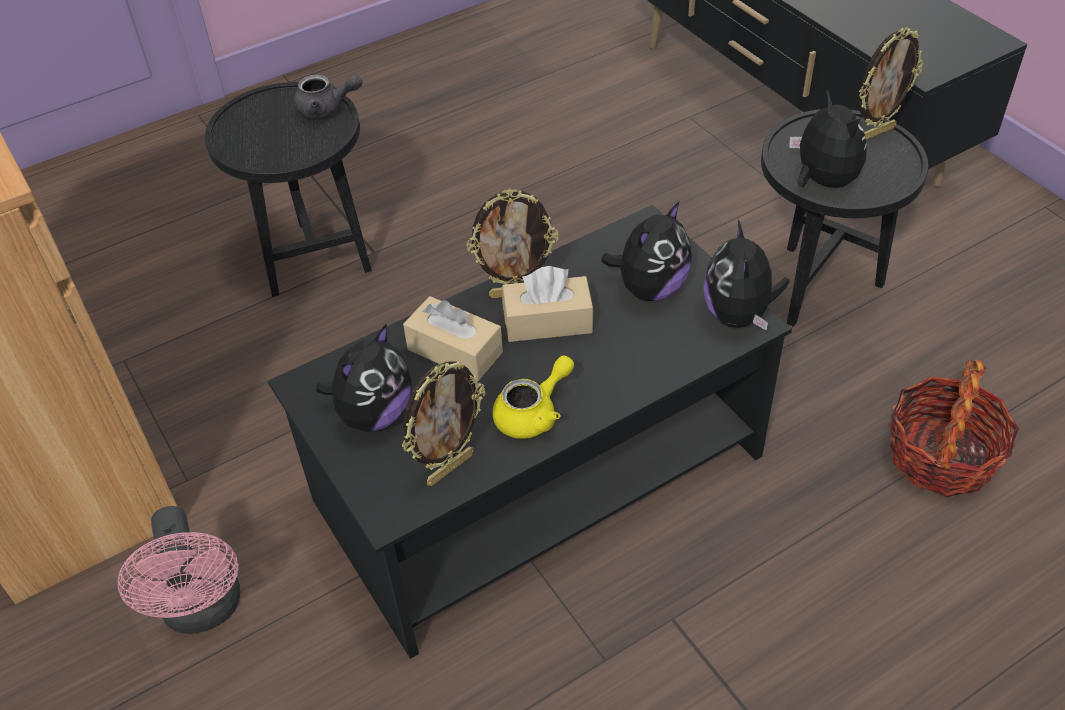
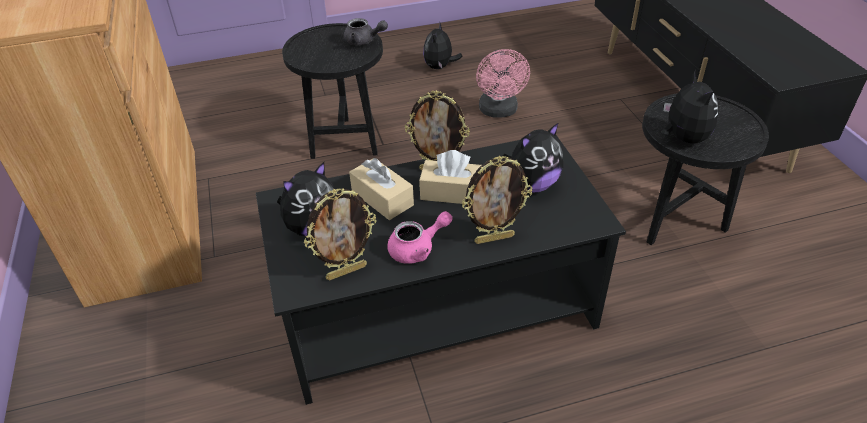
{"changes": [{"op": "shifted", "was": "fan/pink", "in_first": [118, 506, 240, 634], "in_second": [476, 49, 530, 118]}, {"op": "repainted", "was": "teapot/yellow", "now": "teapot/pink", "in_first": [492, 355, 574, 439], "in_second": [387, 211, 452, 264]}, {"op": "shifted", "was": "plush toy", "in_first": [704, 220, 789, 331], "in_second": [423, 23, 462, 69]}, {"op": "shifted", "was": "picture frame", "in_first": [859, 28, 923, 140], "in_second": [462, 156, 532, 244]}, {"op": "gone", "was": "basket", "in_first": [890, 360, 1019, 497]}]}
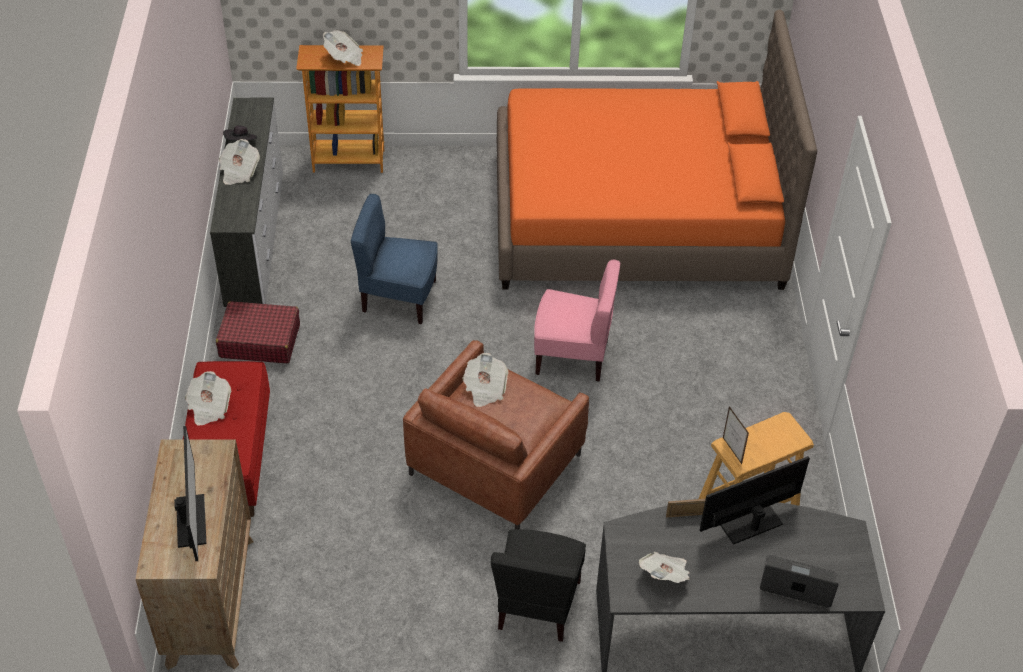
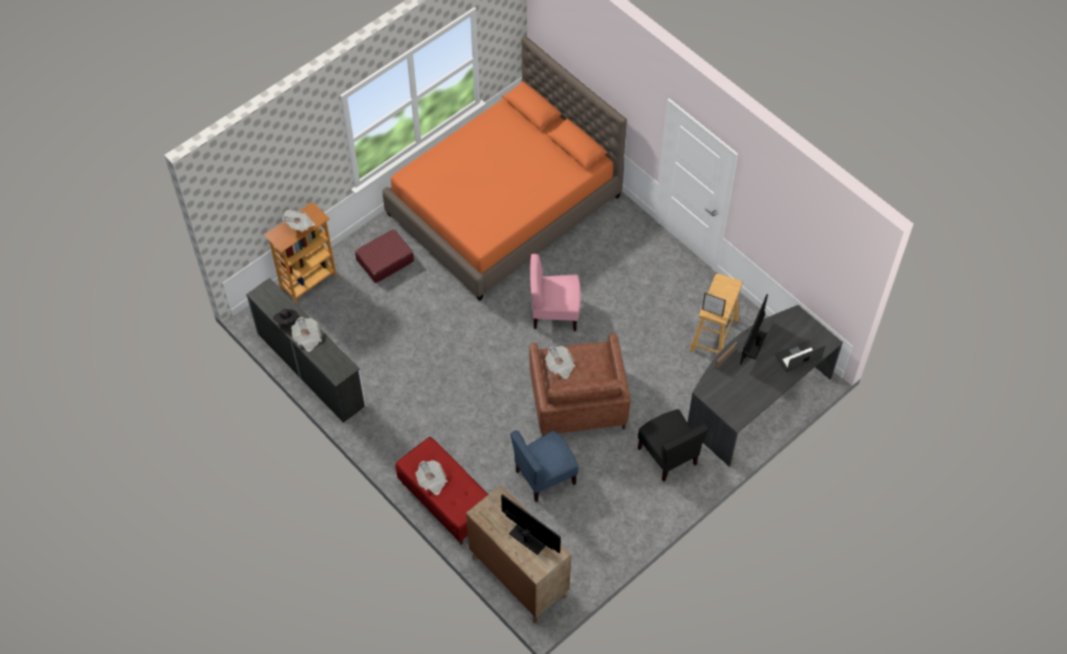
{"changes": [{"op": "shifted", "was": "suitcase/red", "in_first": [216, 301, 300, 363], "in_second": [355, 229, 414, 283]}, {"op": "shifted", "was": "chair/blue", "in_first": [351, 194, 438, 324], "in_second": [510, 430, 578, 502]}, {"op": "rotated", "was": "chair/pink", "in_first": [534, 260, 621, 382], "in_second": [530, 254, 581, 331], "clockwise": -150}, {"op": "gone", "was": "newspaper", "in_first": [639, 552, 690, 583]}]}
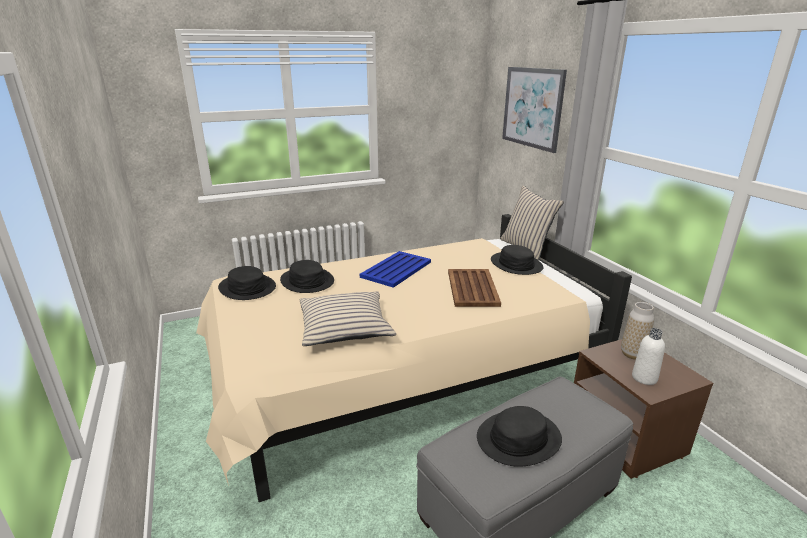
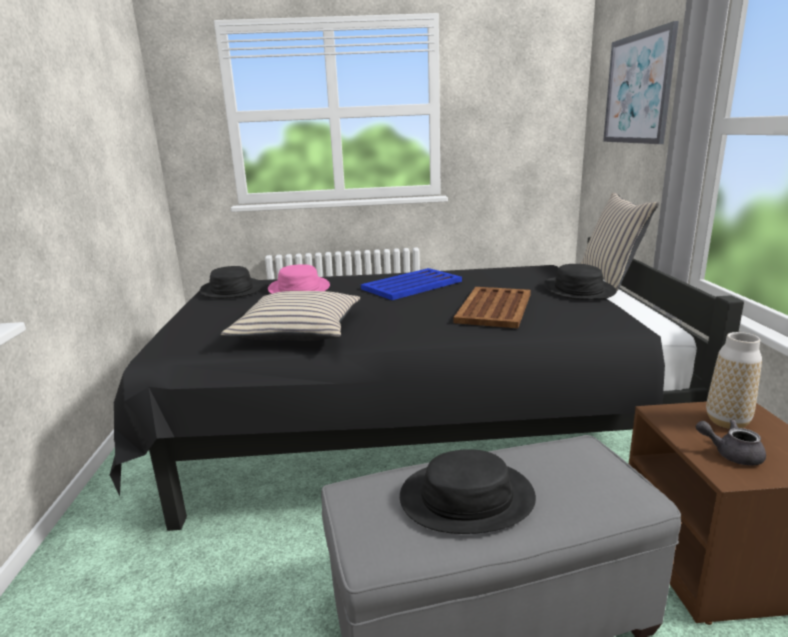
{"changes": [{"op": "repainted", "was": "bed/beige", "now": "bed/black", "in_first": [196, 214, 632, 502], "in_second": [110, 237, 744, 531]}, {"op": "repainted", "was": "hat/black", "now": "hat/pink", "in_first": [280, 260, 334, 293], "in_second": [268, 264, 330, 294]}, {"op": "swapped", "was": "bottle/white", "now": "teapot/grey", "in_first": [632, 328, 665, 385], "in_second": [696, 420, 766, 466]}]}
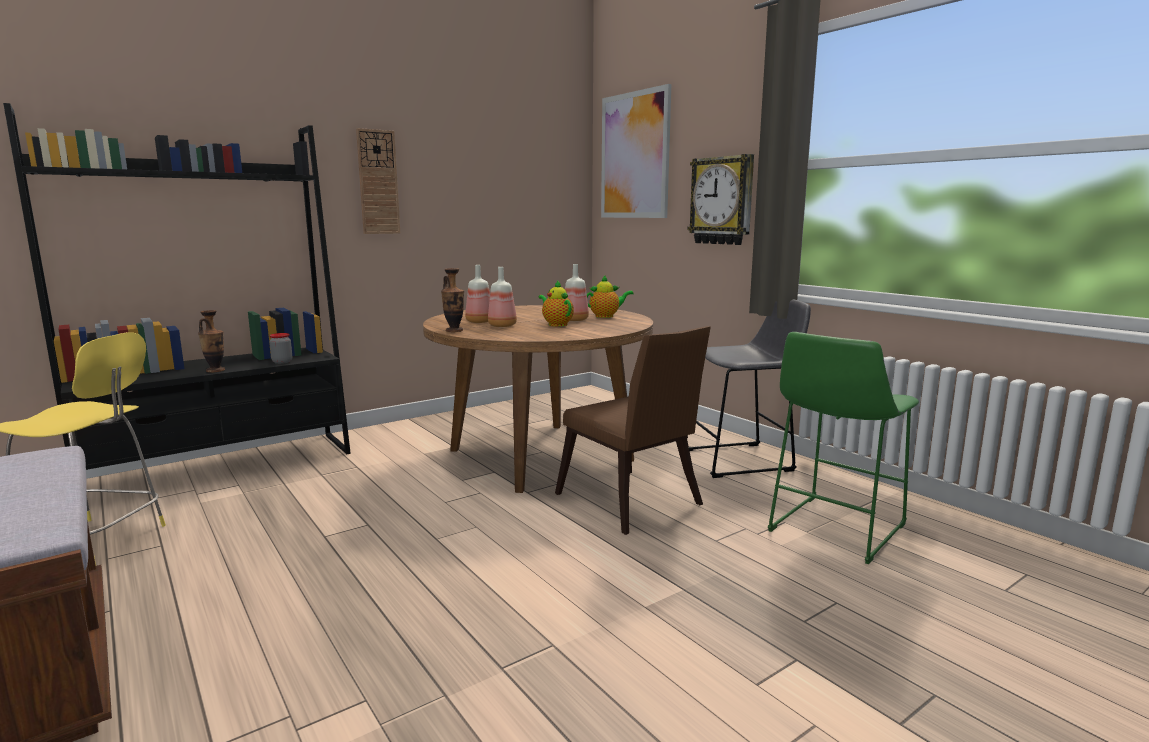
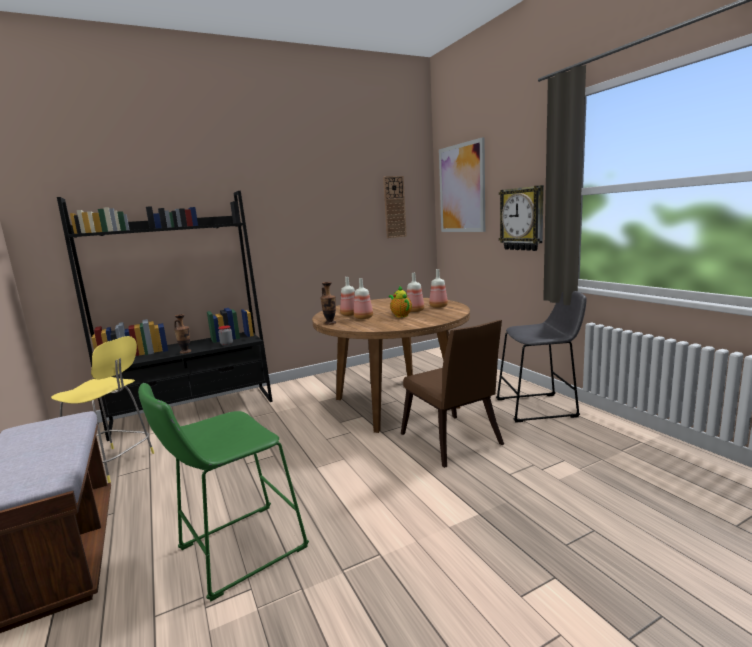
{"changes": [{"op": "shifted", "was": "wall clock", "in_first": [356, 128, 400, 234], "in_second": [383, 176, 407, 238]}, {"op": "swapped", "was": "teapot", "now": "bottle", "in_first": [587, 275, 634, 318], "in_second": [429, 269, 448, 308]}, {"op": "shifted", "was": "stool/green", "in_first": [768, 332, 919, 564], "in_second": [138, 383, 309, 601]}]}
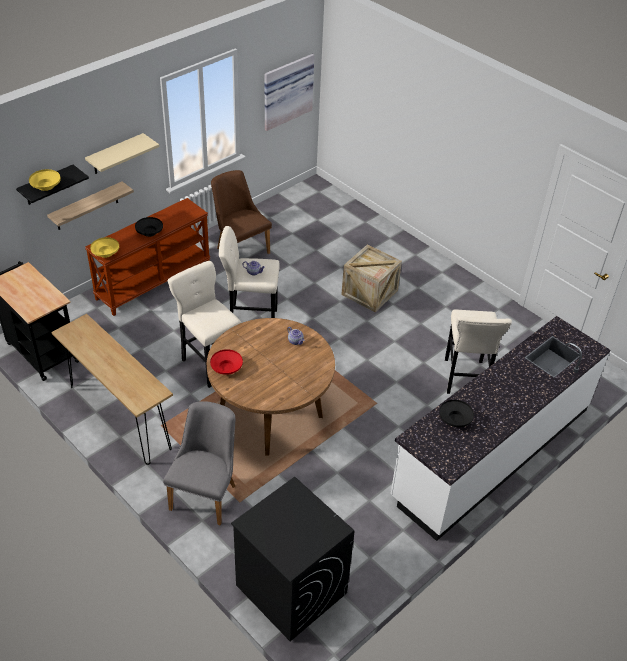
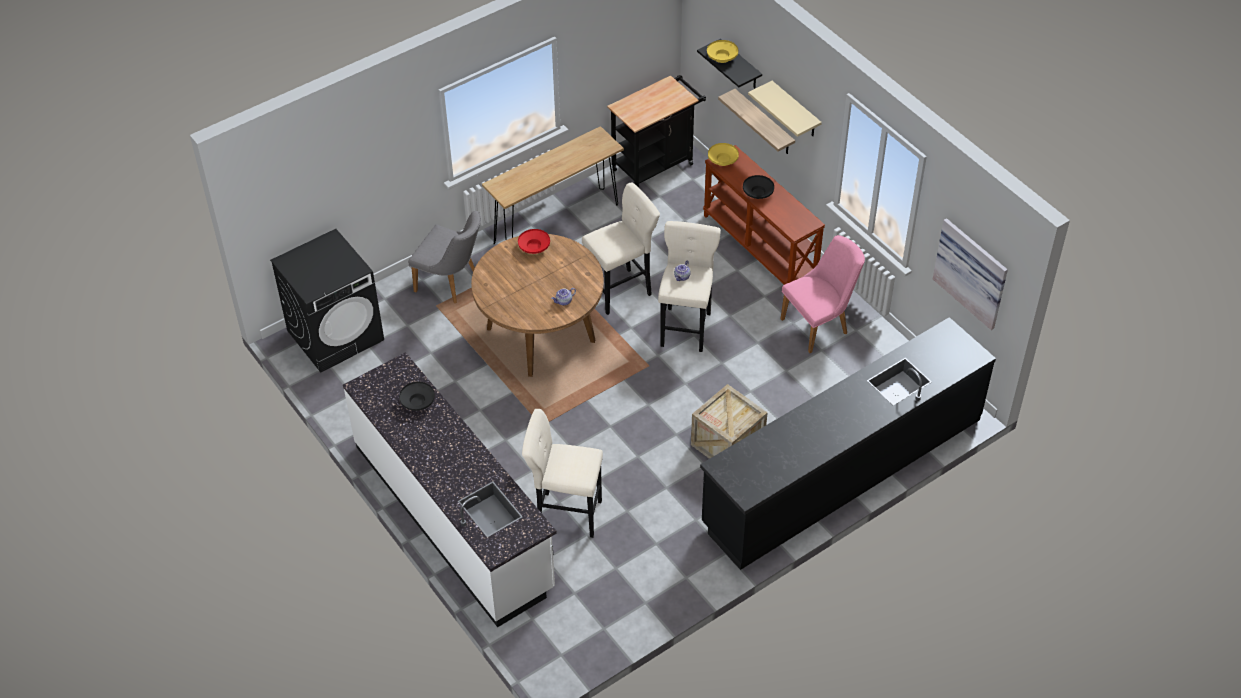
{"changes": [{"op": "repainted", "was": "chair/brown", "now": "chair/pink", "in_first": [211, 170, 272, 254], "in_second": [781, 235, 865, 353]}, {"op": "new", "now": "counter/black", "in_second": [700, 317, 996, 570]}]}
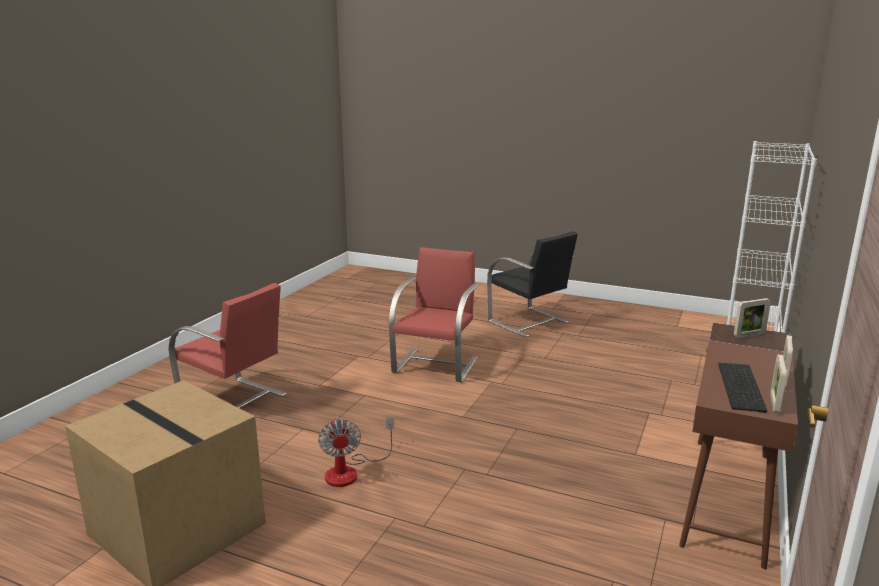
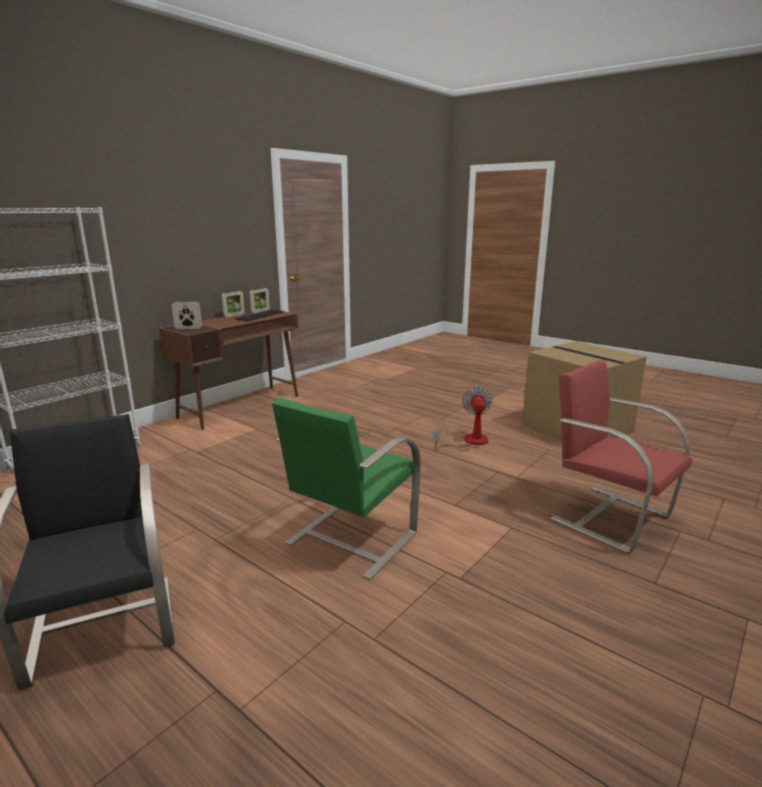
{"changes": [{"op": "repainted", "was": "chair/red", "now": "chair/green", "in_first": [389, 247, 480, 382], "in_second": [272, 398, 421, 580]}]}
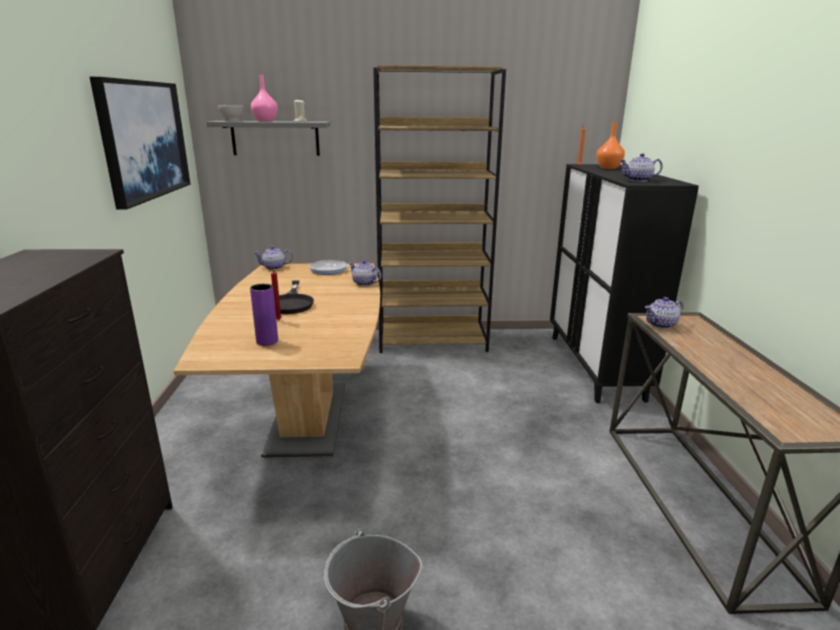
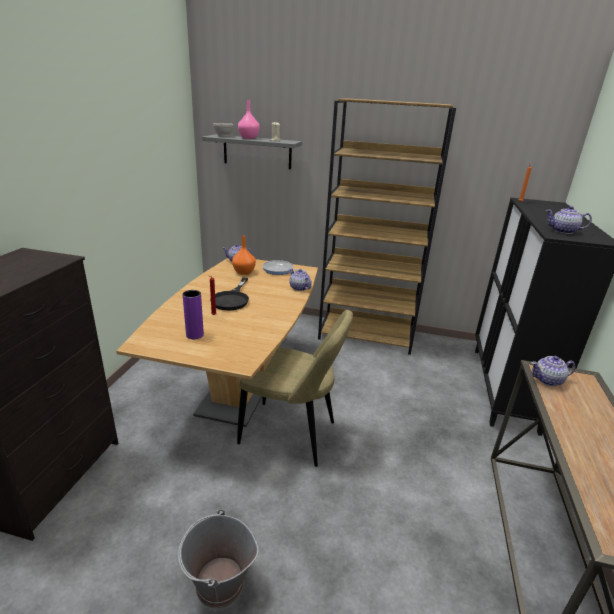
{"changes": [{"op": "gone", "was": "picture", "in_first": [90, 77, 190, 209]}, {"op": "shifted", "was": "vase/orange", "in_first": [596, 122, 625, 169], "in_second": [232, 236, 256, 275]}, {"op": "new", "now": "chair/beige", "in_second": [237, 310, 353, 467]}]}
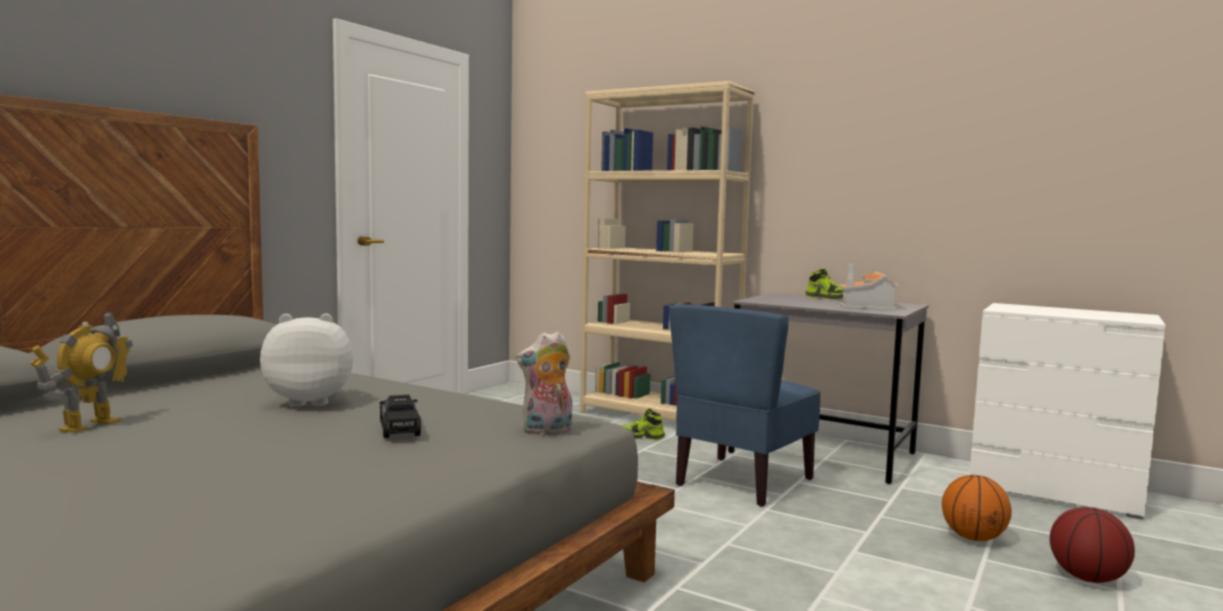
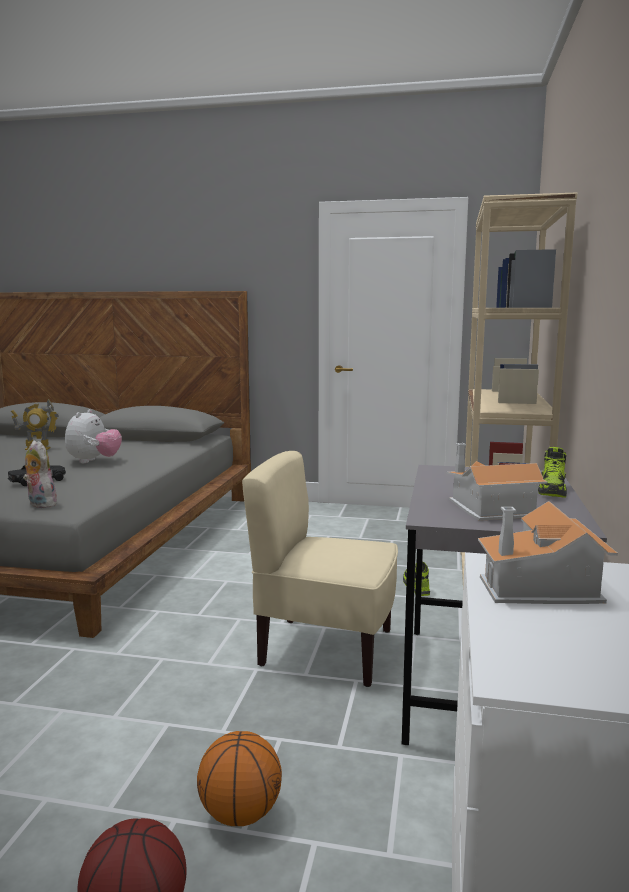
{"changes": [{"op": "rotated", "was": "plush toy", "in_first": [260, 313, 353, 407], "in_second": [65, 409, 122, 463], "clockwise": 45}, {"op": "repainted", "was": "chair/blue", "now": "chair/beige", "in_first": [669, 304, 821, 507], "in_second": [242, 451, 398, 687]}, {"op": "new", "now": "toy house", "in_second": [478, 501, 618, 604]}]}
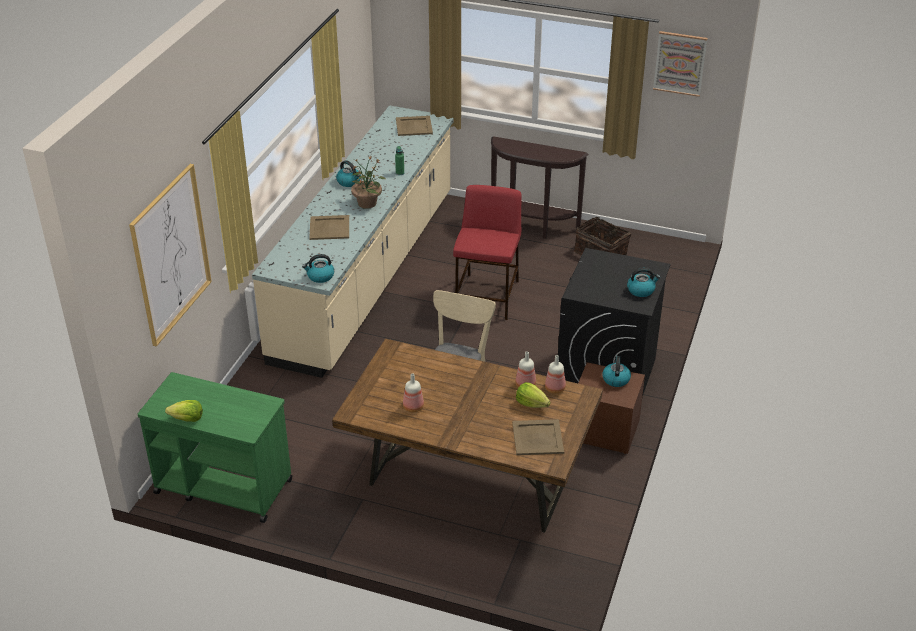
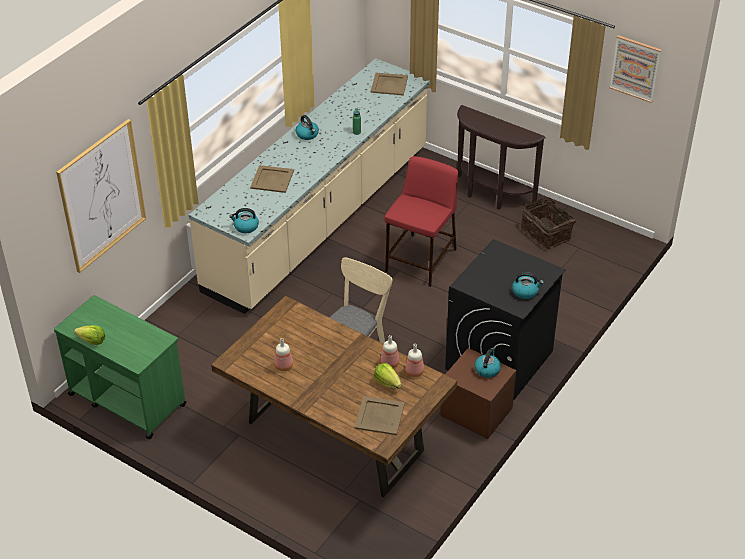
{"changes": [{"op": "gone", "was": "potted plant", "in_first": [351, 156, 385, 209]}]}
